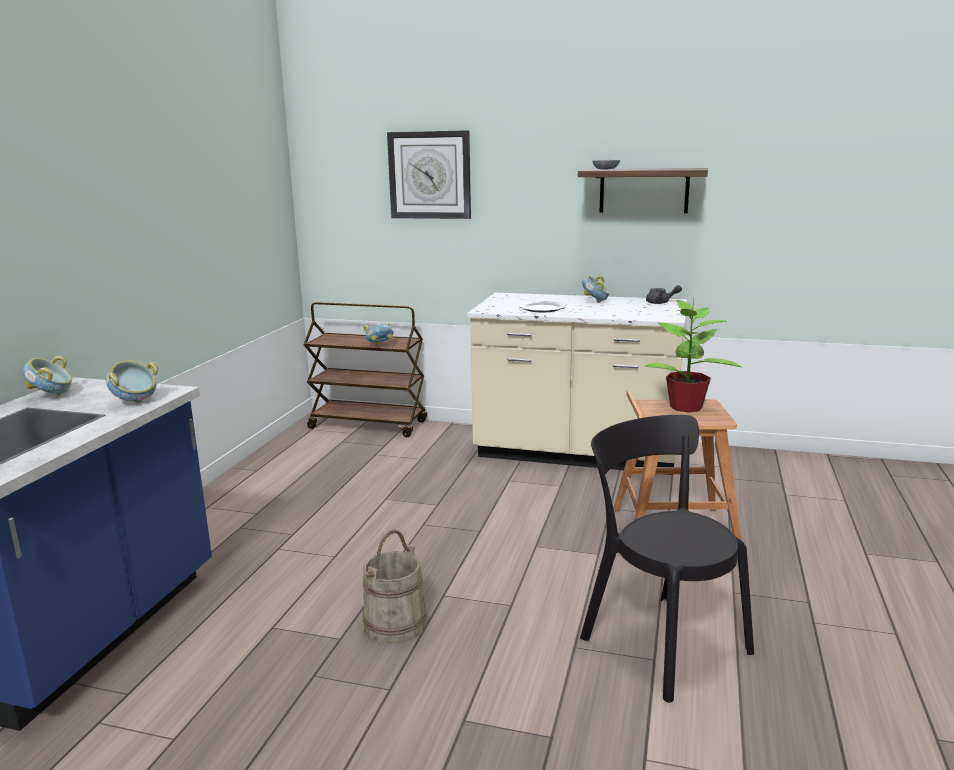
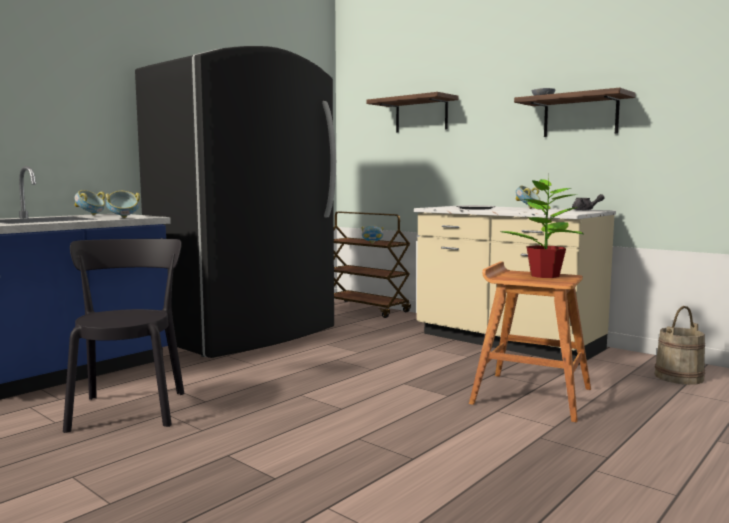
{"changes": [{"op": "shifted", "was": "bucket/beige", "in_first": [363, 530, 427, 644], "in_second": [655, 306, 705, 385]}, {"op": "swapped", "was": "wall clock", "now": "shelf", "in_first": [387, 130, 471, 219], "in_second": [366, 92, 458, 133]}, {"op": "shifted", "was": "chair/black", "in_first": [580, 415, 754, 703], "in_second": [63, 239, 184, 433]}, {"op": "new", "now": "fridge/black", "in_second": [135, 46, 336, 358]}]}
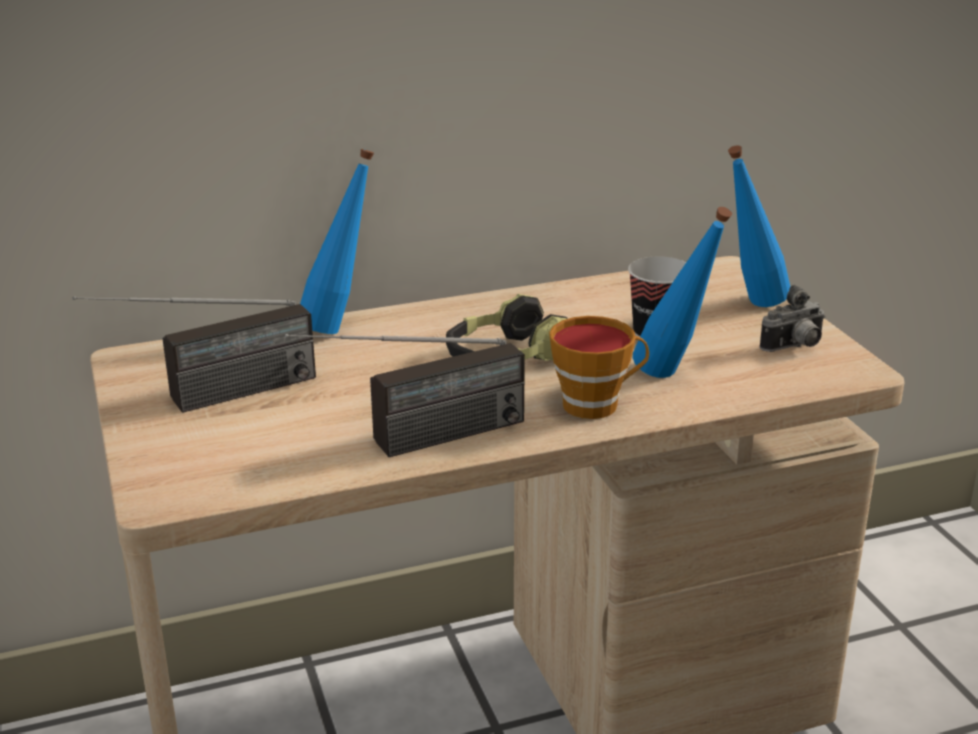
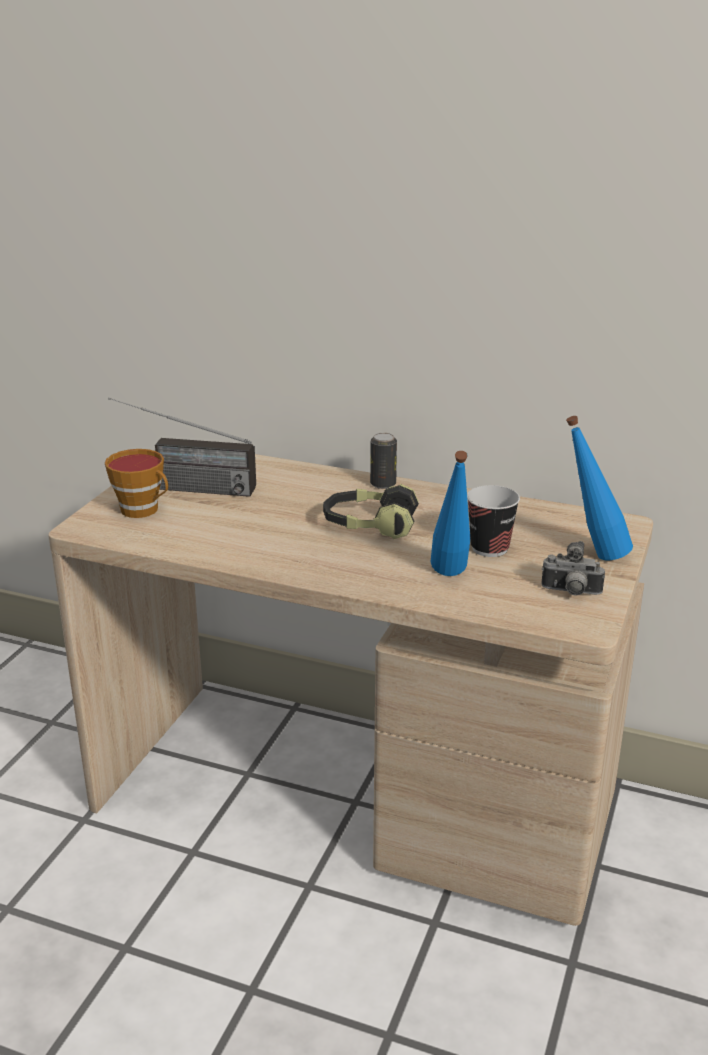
{"changes": [{"op": "gone", "was": "radio", "in_first": [285, 334, 525, 457]}, {"op": "gone", "was": "bottle/blue", "in_first": [300, 149, 374, 334]}, {"op": "shifted", "was": "cup", "in_first": [549, 316, 649, 419], "in_second": [105, 449, 168, 518]}, {"op": "new", "now": "can", "in_second": [370, 433, 397, 489]}]}
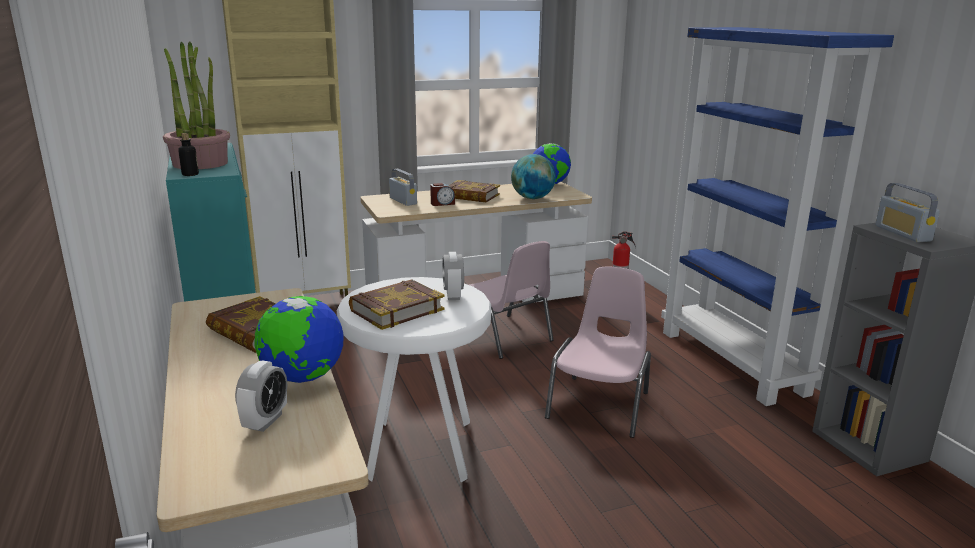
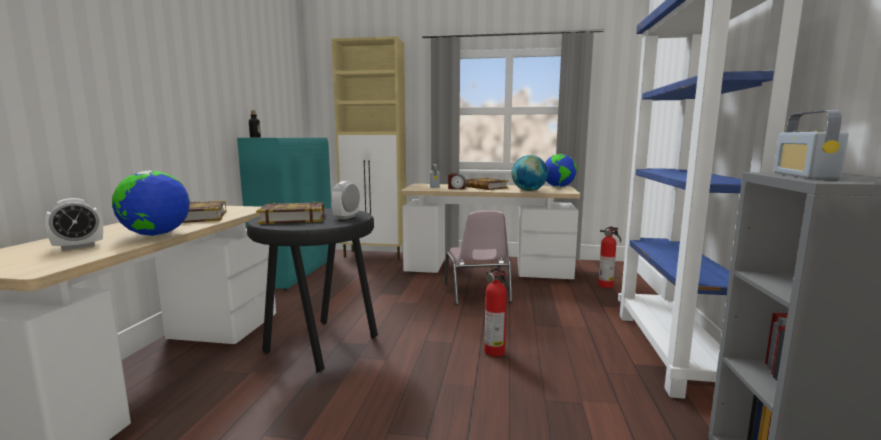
{"changes": [{"op": "gone", "was": "potted plant", "in_first": [163, 41, 230, 169]}, {"op": "repainted", "was": "stool/white", "now": "stool/black", "in_first": [337, 277, 491, 482], "in_second": [247, 208, 378, 373]}, {"op": "swapped", "was": "chair/pink", "now": "fire extinguisher", "in_first": [545, 267, 651, 438], "in_second": [484, 268, 510, 357]}]}
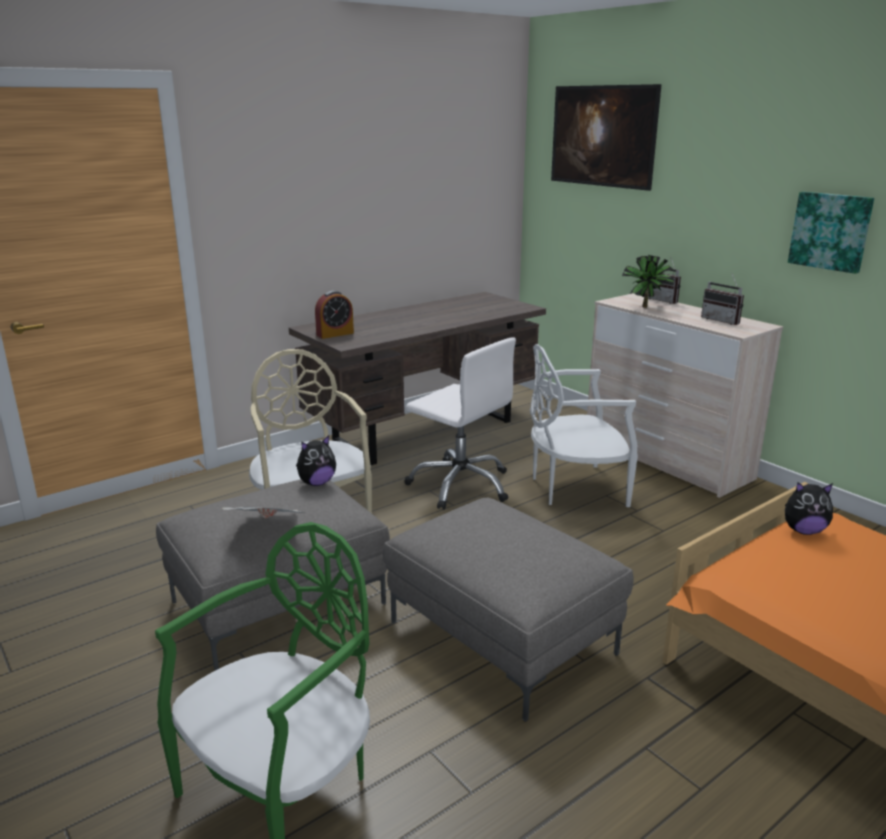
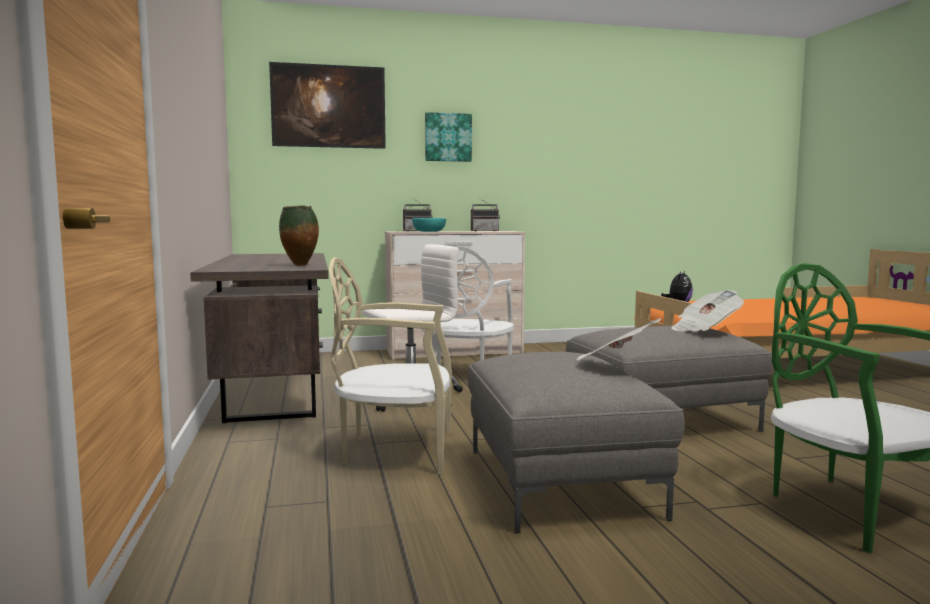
{"changes": [{"op": "gone", "was": "plush toy", "in_first": [296, 435, 336, 486]}, {"op": "gone", "was": "alarm clock", "in_first": [315, 291, 354, 339]}, {"op": "swapped", "was": "potted plant", "now": "bowl/turquoise", "in_first": [622, 254, 674, 308], "in_second": [412, 218, 446, 232]}, {"op": "shifted", "was": "picture", "in_first": [788, 192, 874, 274], "in_second": [425, 112, 472, 162]}, {"op": "new", "now": "vase", "in_second": [279, 206, 319, 266]}, {"op": "new", "now": "newspaper", "in_second": [671, 290, 744, 331]}]}
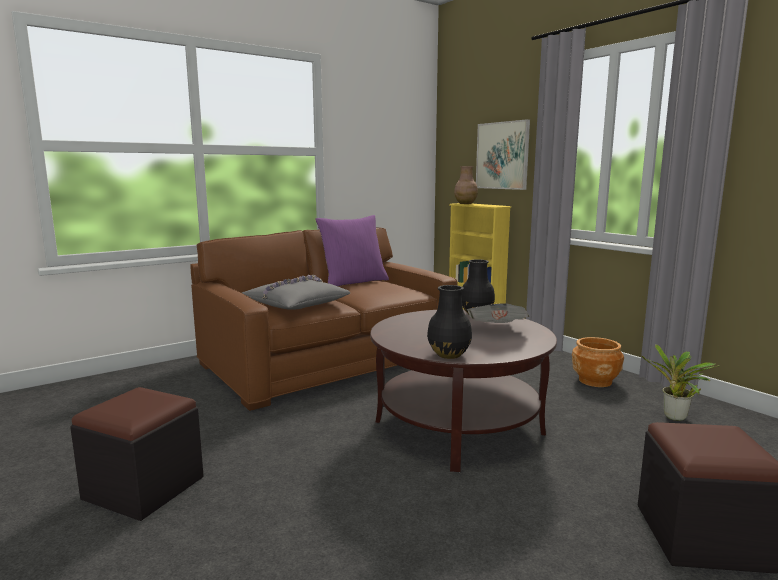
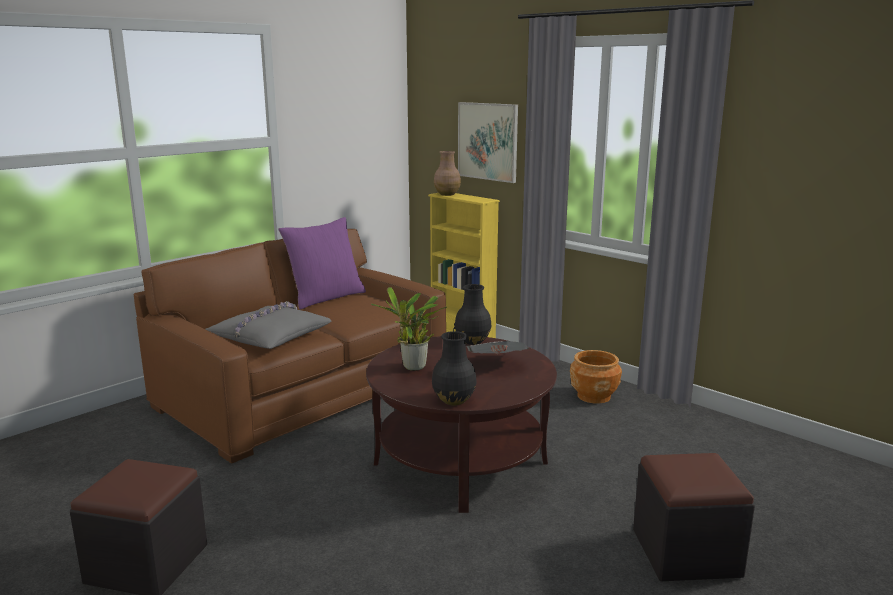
{"changes": [{"op": "shifted", "was": "potted plant", "in_first": [641, 345, 719, 421], "in_second": [370, 287, 447, 371]}]}
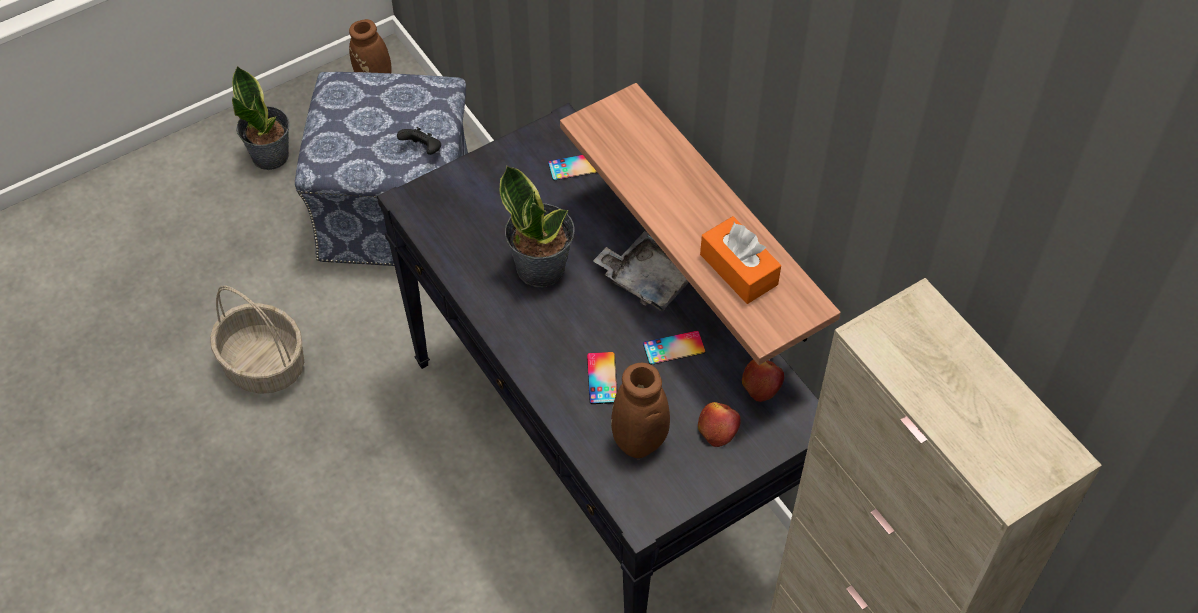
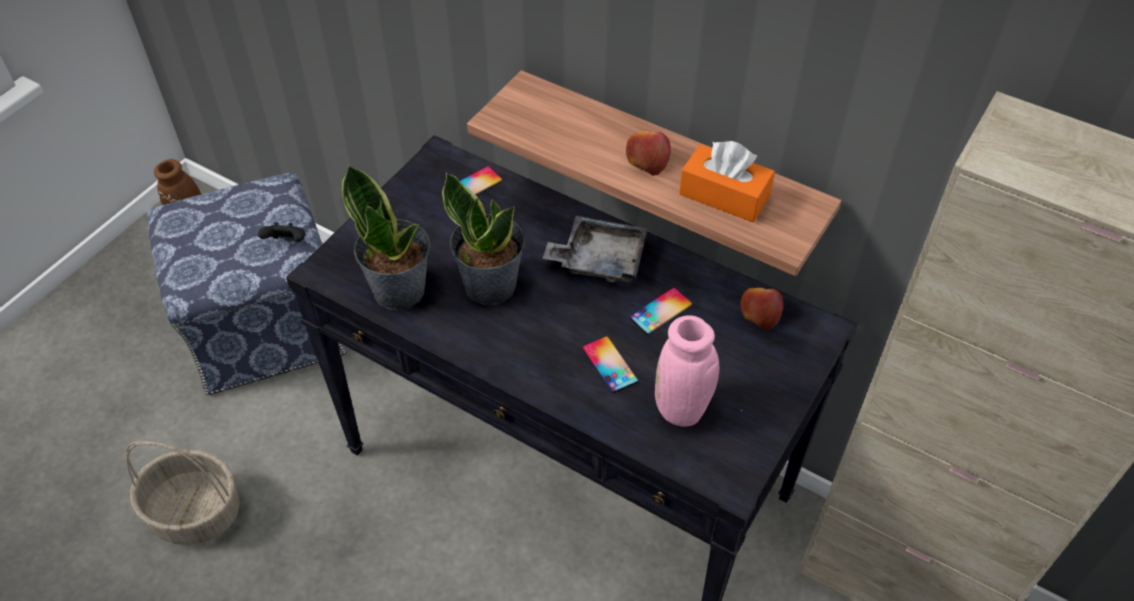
{"changes": [{"op": "shifted", "was": "potted plant", "in_first": [232, 66, 289, 170], "in_second": [342, 165, 430, 311]}, {"op": "repainted", "was": "vase/brown", "now": "vase/pink", "in_first": [611, 363, 670, 460], "in_second": [655, 315, 742, 427]}, {"op": "shifted", "was": "apple", "in_first": [698, 402, 741, 447], "in_second": [626, 131, 671, 176]}]}
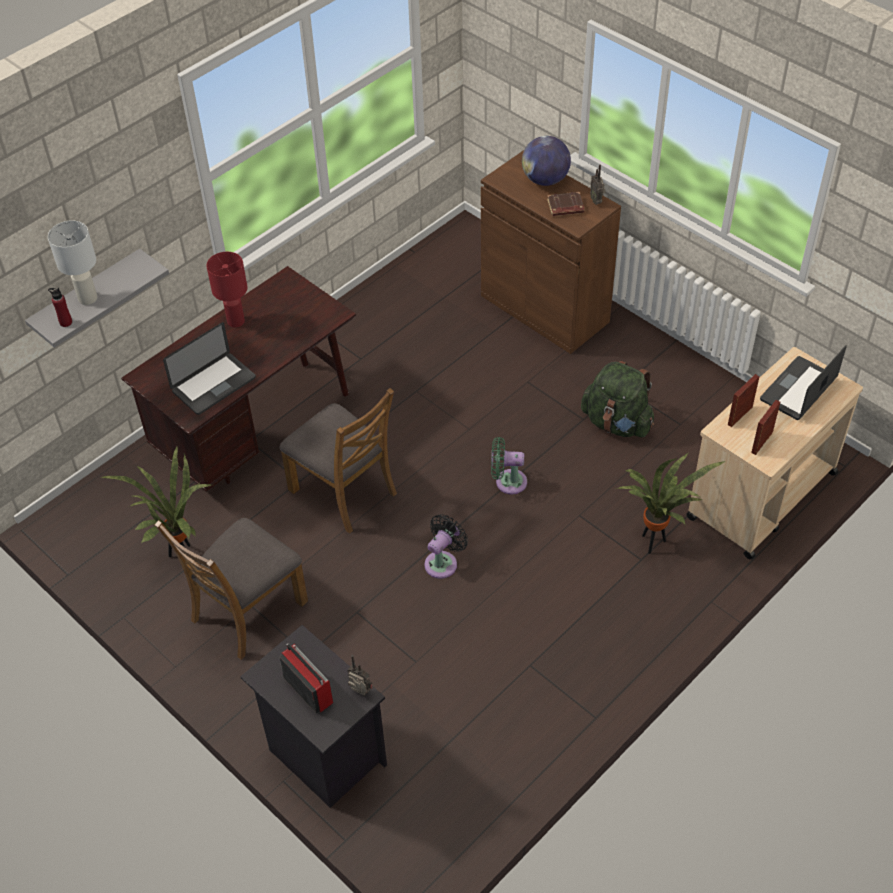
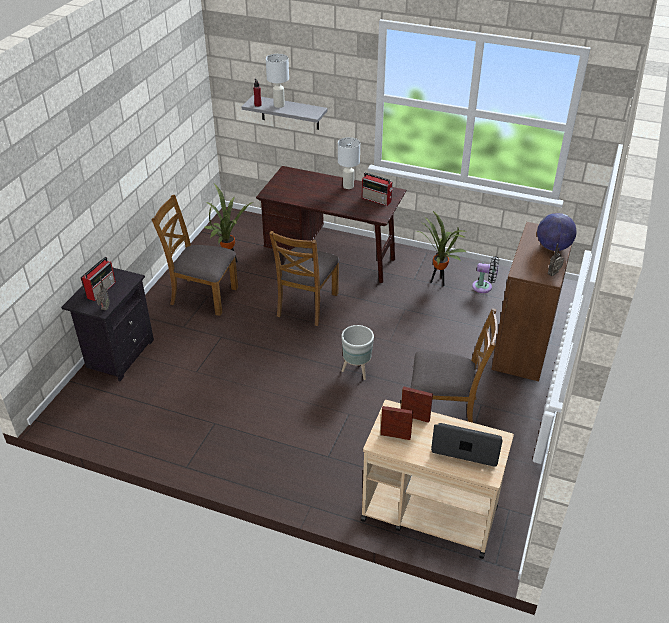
{"changes": [{"op": "gone", "was": "laptop", "in_first": [163, 322, 256, 415]}, {"op": "repainted", "was": "table lamp/red", "now": "table lamp/white", "in_first": [206, 252, 248, 328], "in_second": [338, 137, 360, 189]}, {"op": "shifted", "was": "fan/black", "in_first": [424, 514, 468, 579], "in_second": [472, 256, 499, 293]}, {"op": "swapped", "was": "fan/green", "now": "planter/grey", "in_first": [491, 437, 527, 494], "in_second": [341, 325, 374, 380]}, {"op": "gone", "was": "book/brown", "in_first": [547, 192, 585, 216]}, {"op": "swapped", "was": "backpack/green", "now": "chair/brown", "in_first": [581, 361, 654, 437], "in_second": [410, 308, 498, 423]}, {"op": "shifted", "was": "potted plant", "in_first": [617, 453, 727, 554], "in_second": [416, 210, 466, 286]}, {"op": "new", "now": "radio", "in_second": [362, 173, 393, 206]}]}
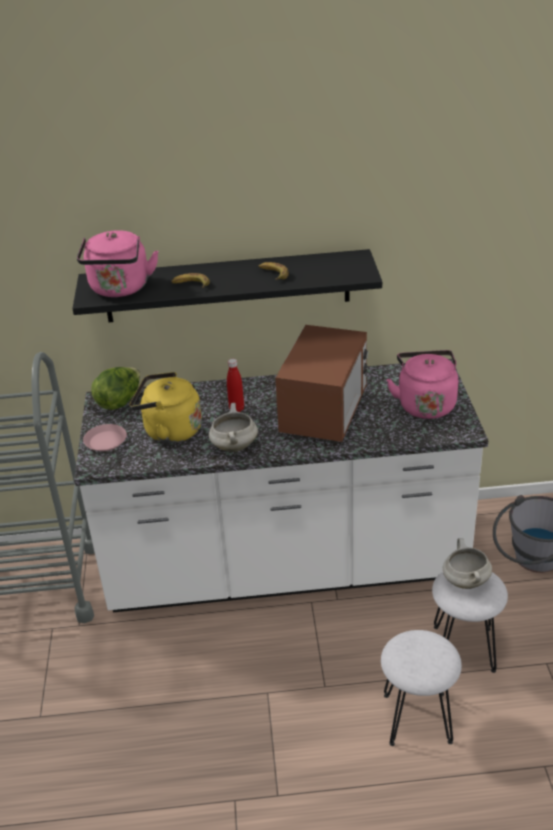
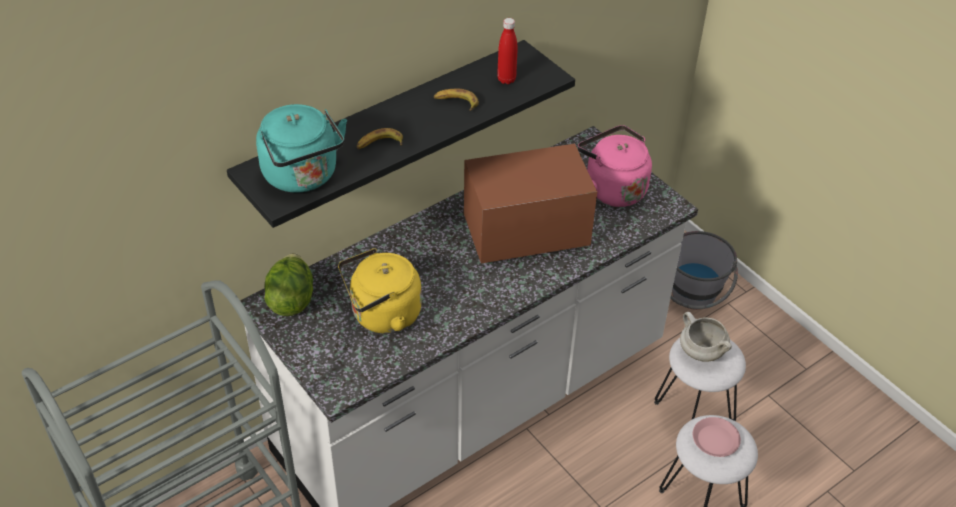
{"changes": [{"op": "repainted", "was": "kettle/pink", "now": "kettle/turquoise", "in_first": [77, 230, 159, 297], "in_second": [256, 104, 347, 193]}, {"op": "shifted", "was": "plate/pink", "in_first": [83, 424, 127, 451], "in_second": [693, 417, 741, 457]}, {"op": "gone", "was": "cooking pot/white", "in_first": [209, 403, 258, 452]}, {"op": "shifted", "was": "bottle/red", "in_first": [227, 359, 244, 412], "in_second": [497, 18, 518, 84]}, {"op": "rotated", "was": "microwave", "in_first": [275, 325, 369, 442], "in_second": [464, 144, 597, 264], "clockwise": -90}]}
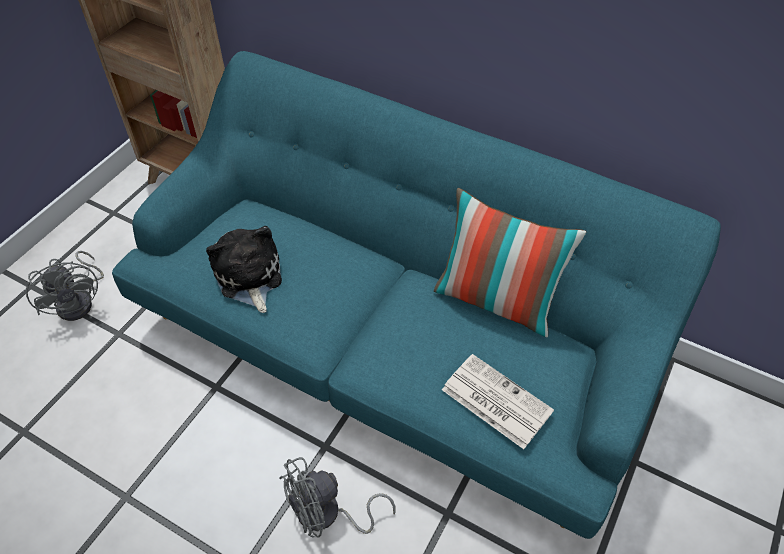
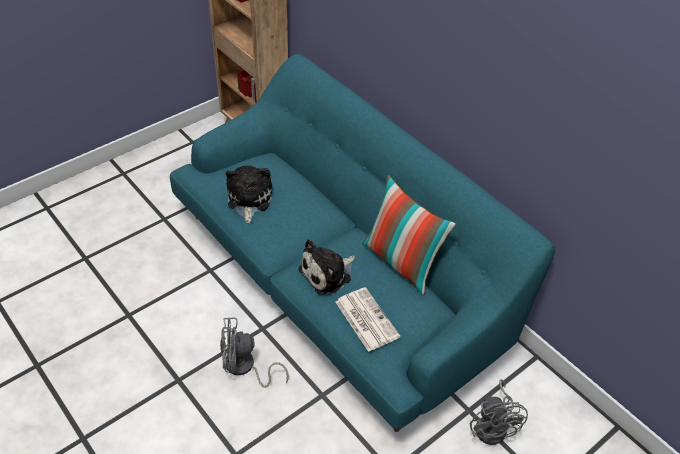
{"changes": [{"op": "shifted", "was": "fan/grey", "in_first": [26, 251, 104, 321], "in_second": [470, 379, 528, 445]}, {"op": "new", "now": "plush toy", "in_second": [298, 239, 355, 295]}]}
